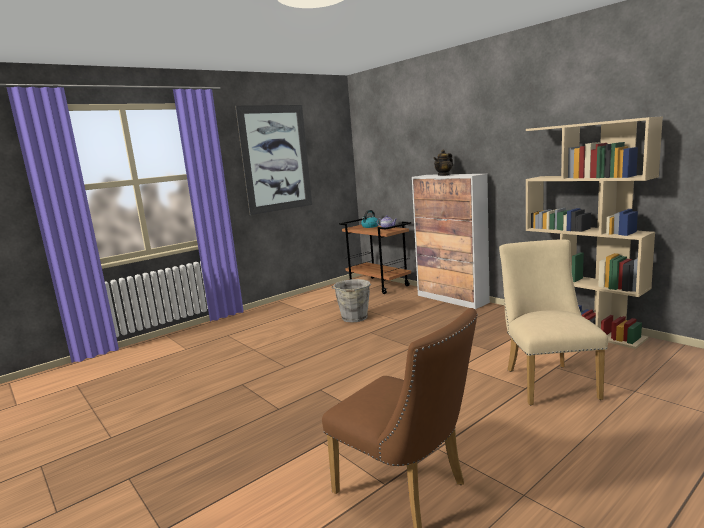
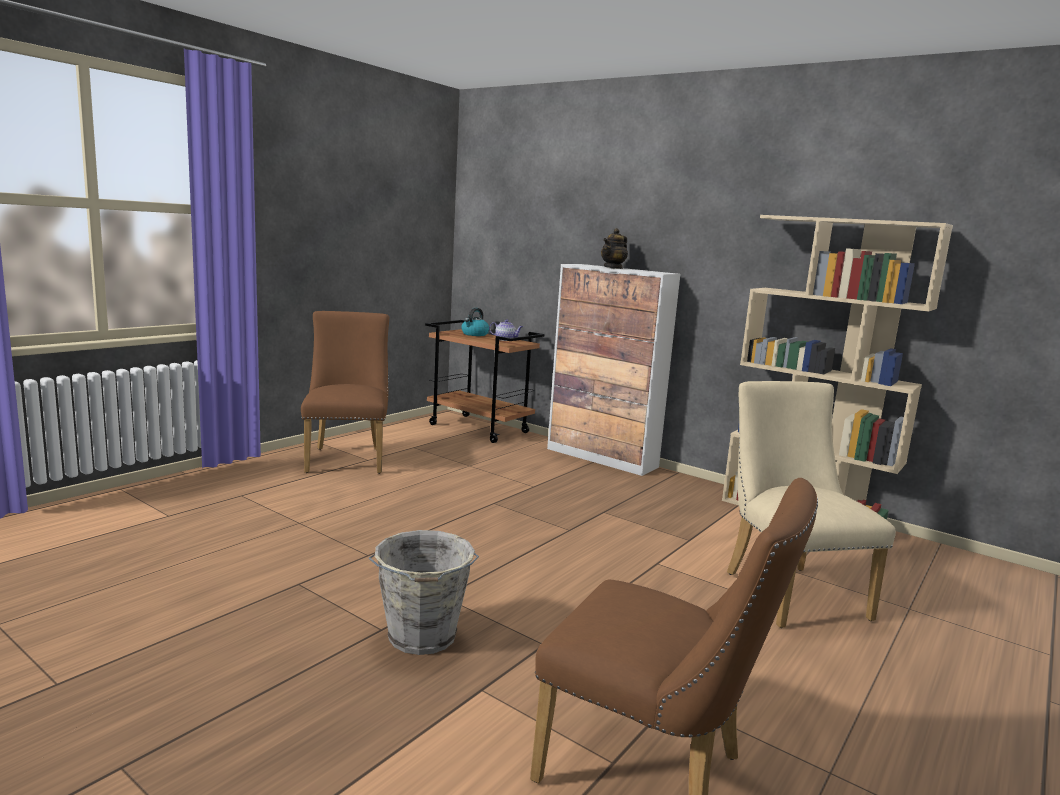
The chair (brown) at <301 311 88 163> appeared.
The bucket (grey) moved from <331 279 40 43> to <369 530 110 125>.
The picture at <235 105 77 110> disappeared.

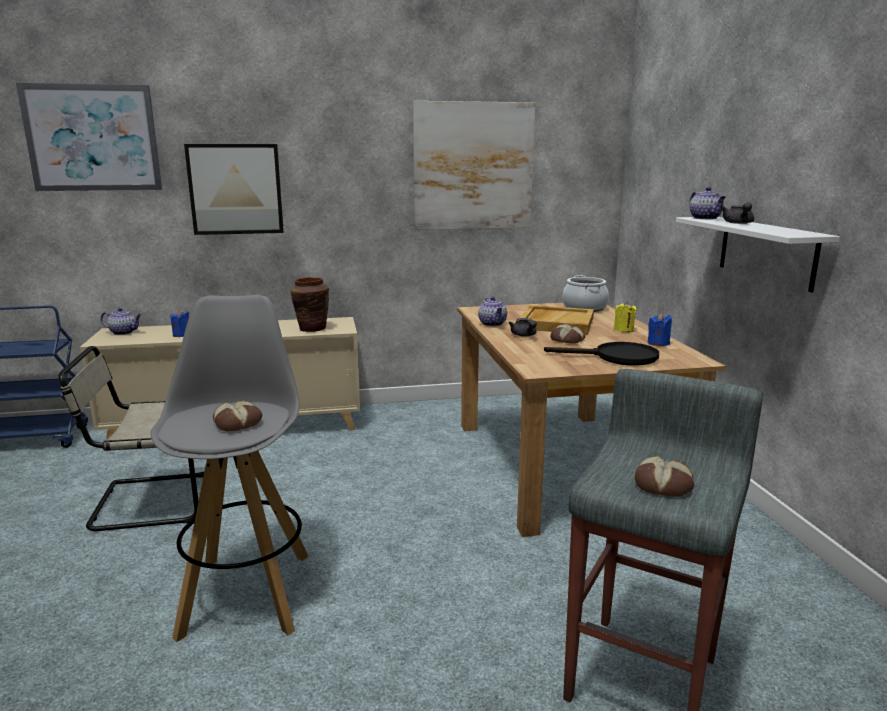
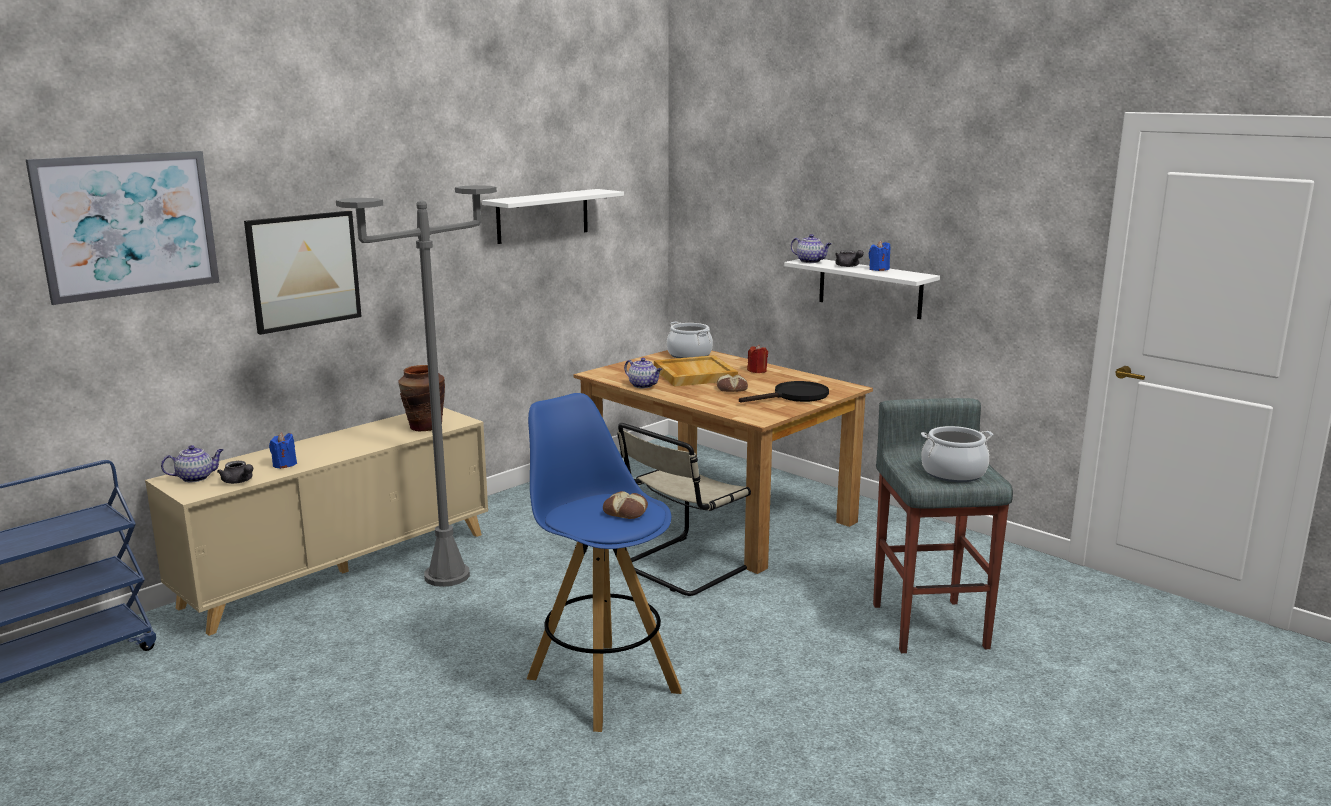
The teapot (grey) moved from <509 318 28 18> to <217 461 36 23>.
The floor lamp (grey) at <336 185 161 402> appeared.
The picture at <413 101 122 129> was replaced by the shelf (white) at <482 189 142 55>.
The stool (grey) at <151 295 158 348> became the stool (blue) at <526 393 156 339>.
The chair (beige) moved from <58 346 146 185> to <617 423 134 173>.
The candle (yellow) at <614 302 22 30> became the candle (red) at <747 345 21 28>.
The candle (blue) moved from <648 313 24 33> to <869 241 21 30>.
The bread at <635 456 59 41> was replaced by the cooking pot at <921 426 72 56>.

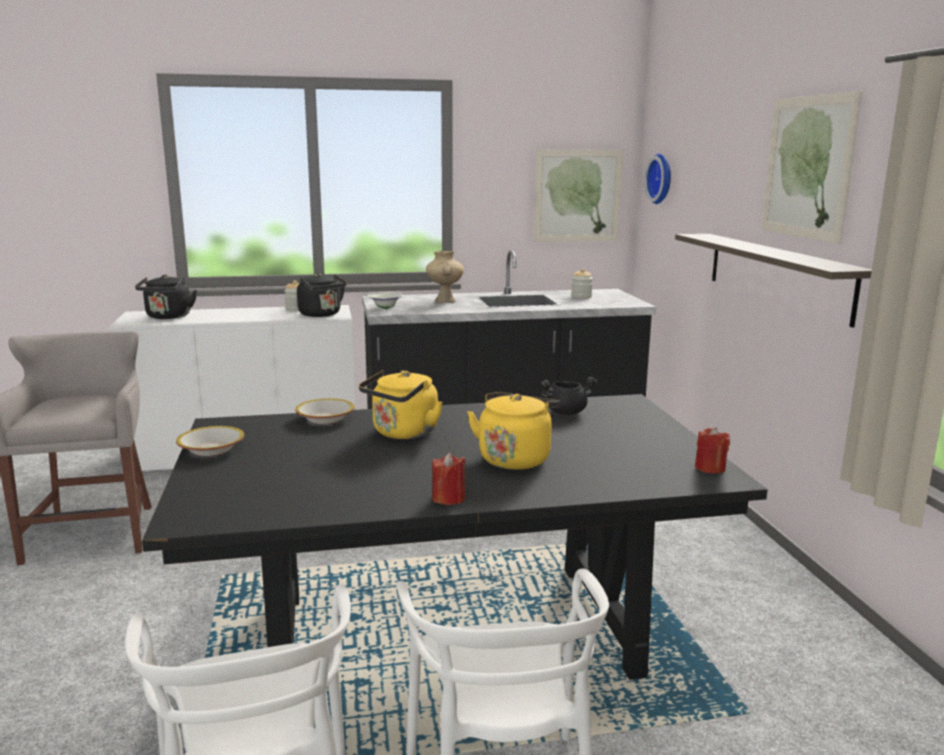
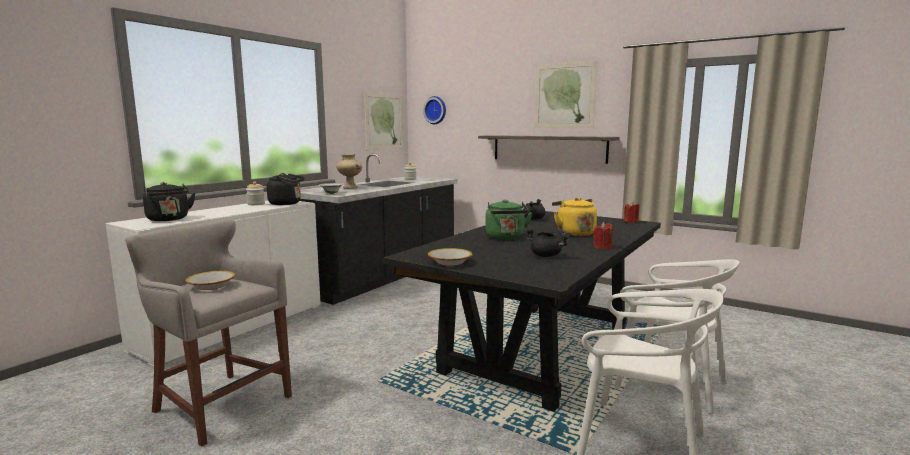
The bowl moved from <295 398 60 26> to <185 271 51 19>.
The kettle (yellow) at <359 370 84 69> became the kettle (green) at <485 199 48 40>.
The cooking pot (black) at <525 227 45 30> appeared.

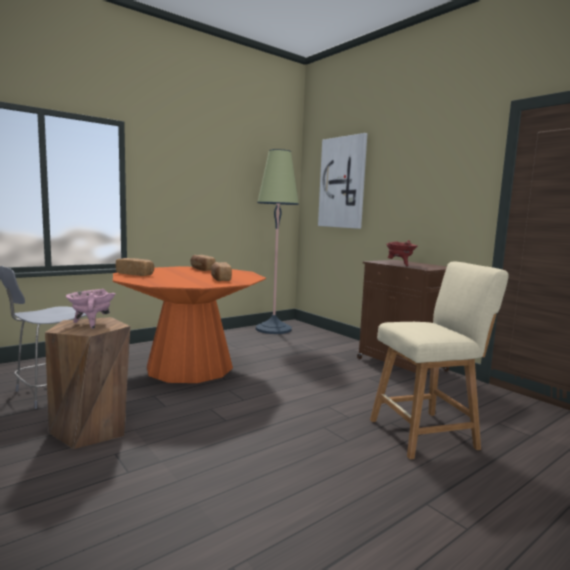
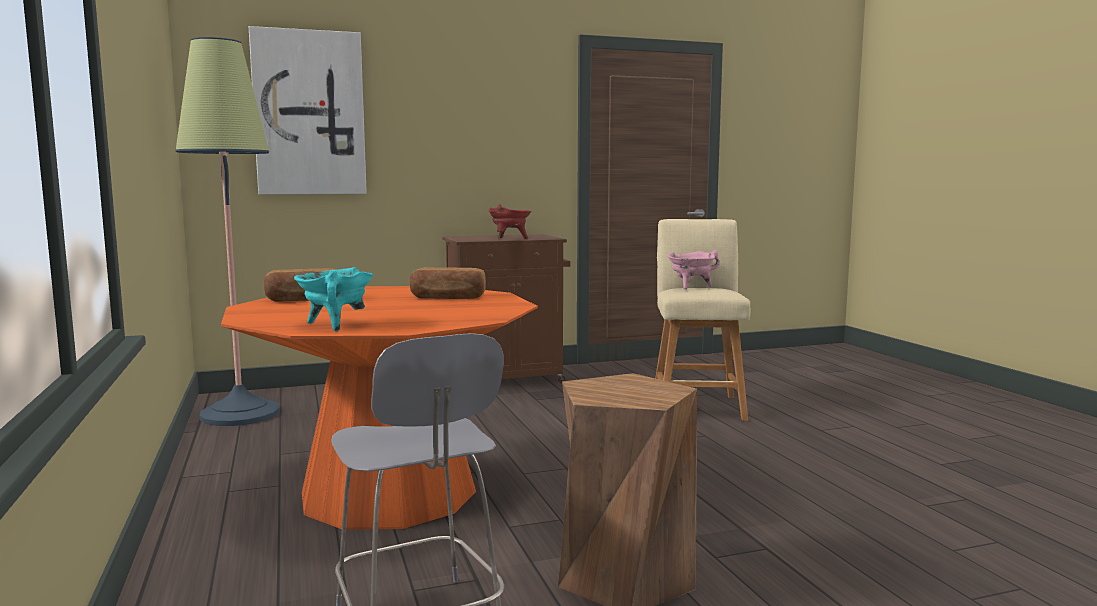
The bread at <116 258 38 18> was replaced by the cooking pot (turquoise) at <294 267 80 65>.
The cooking pot (pink) moved from <66 289 50 40> to <667 250 53 40>.

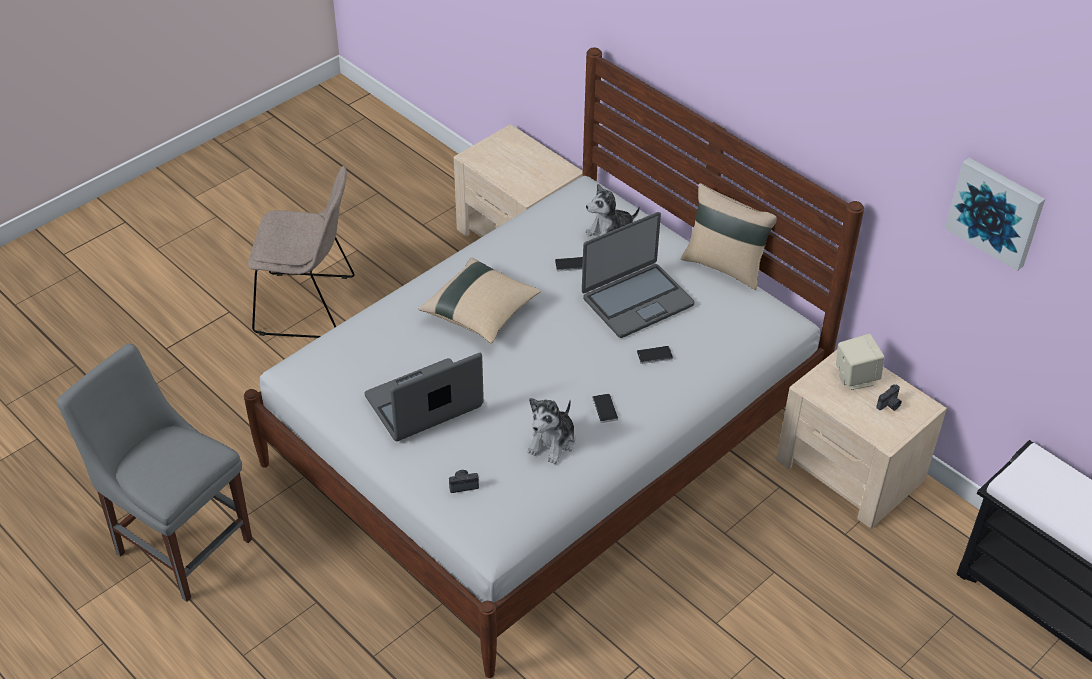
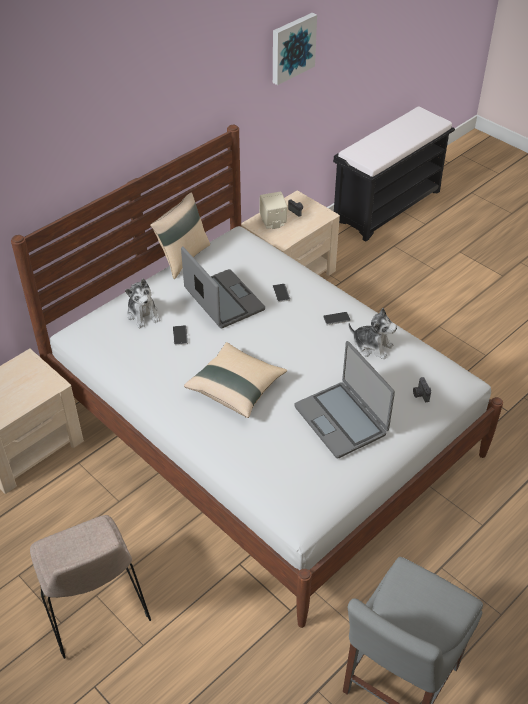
The chair (beige) at <248 166 107 172> turned 150 degrees clockwise.

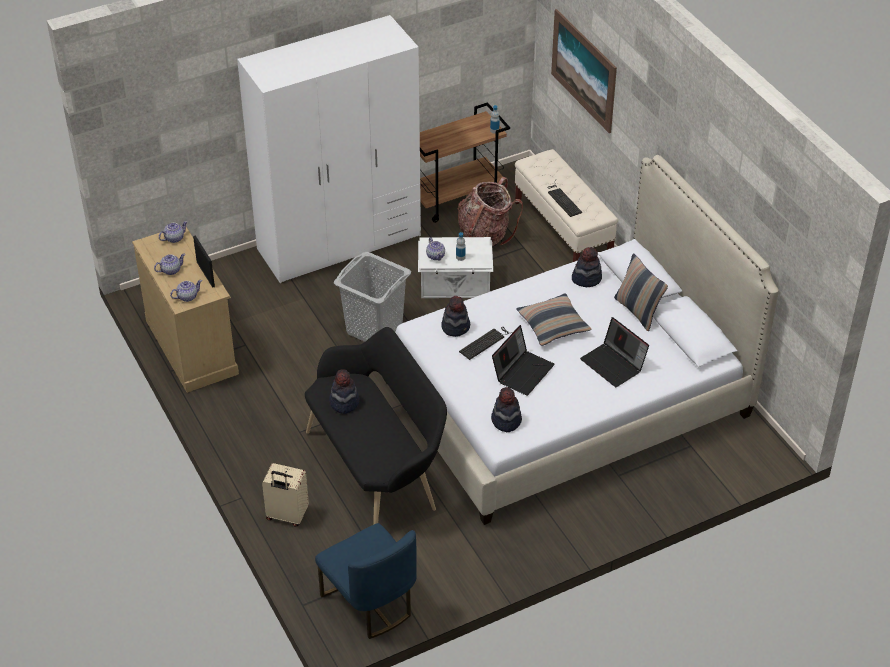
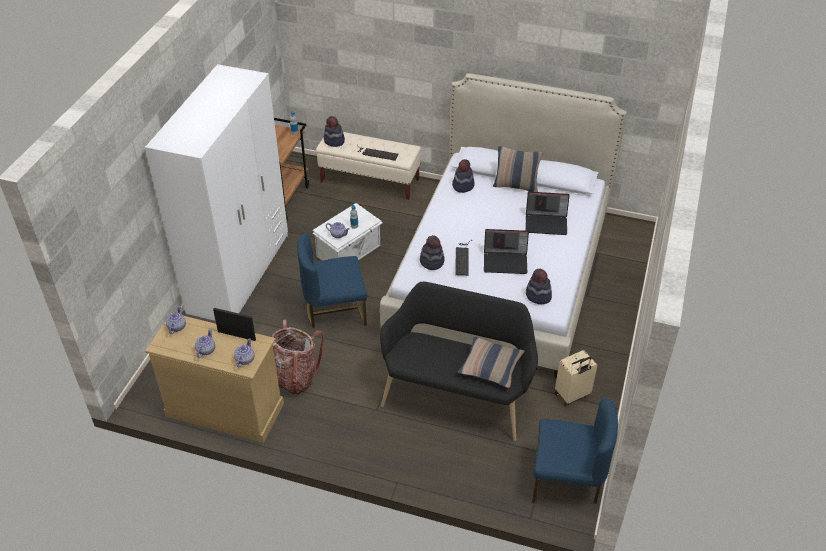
The backpack moved from <458 177 65 70> to <272 319 52 76>.
The laundry basket (grey) at <334 252 77 90> was replaced by the chair (blue) at <297 233 70 95>.
The hat moved from <329 369 31 45> to <324 116 21 31>.
The pillow moved from <516 293 75 53> to <457 336 67 52>.
The laptop at <492 325 63 71> turned 105 degrees clockwise.
The suitcase (beige) moved from <262 463 47 63> to <555 350 42 56>.
The picture at <551 9 66 124> disappeared.

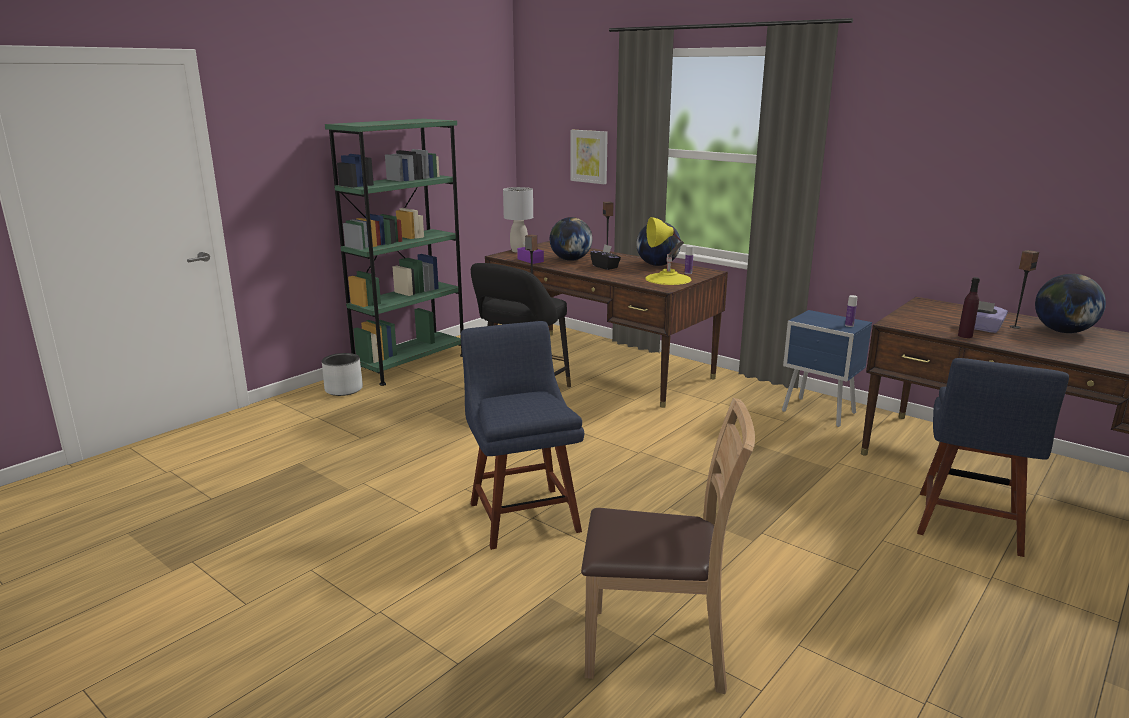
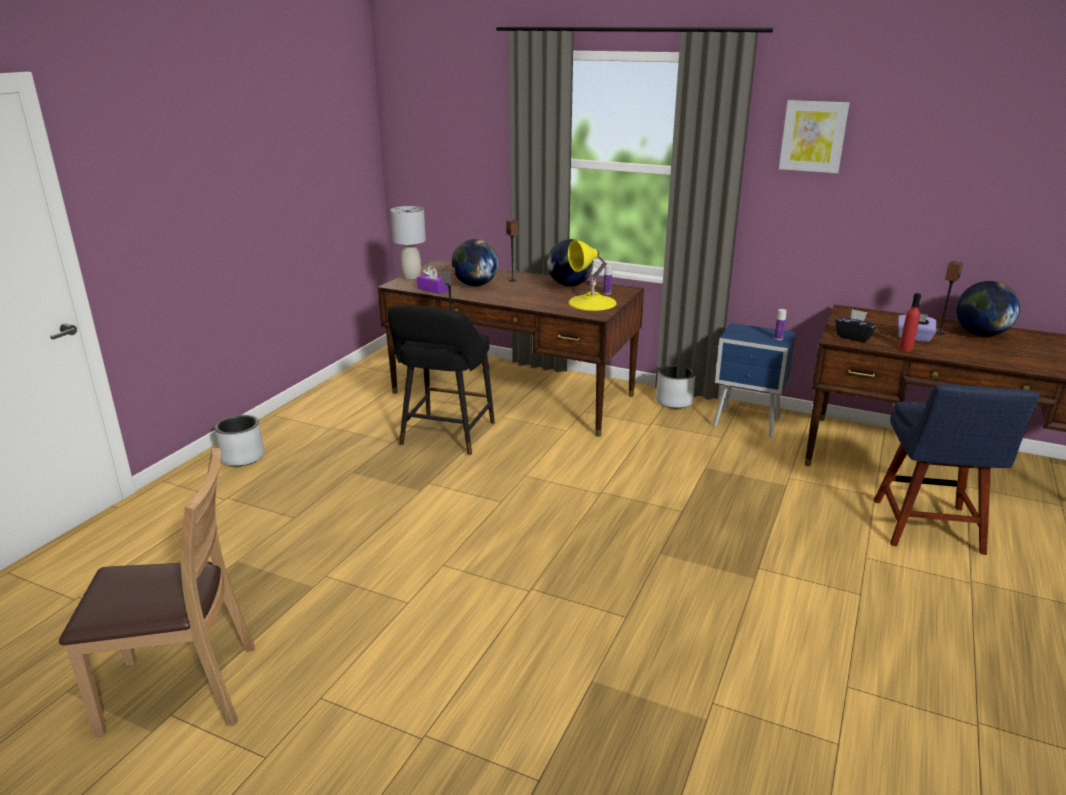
The chair (brown) moved from <581 398 174 296> to <59 448 196 289>.
The planter (grey) at <656 365 39 43> appeared.
The picture moved from <570 130 38 54> to <779 100 71 73>.
The tissue box (black) moved from <590 244 31 26> to <836 309 41 33>.
The bottle (purple) at <958 277 22 61> became the bottle (red) at <899 293 22 58>.
The bookcase (green) at <325 119 139 267> disappeared.
The chair (blue) at <461 321 123 229> disappeared.

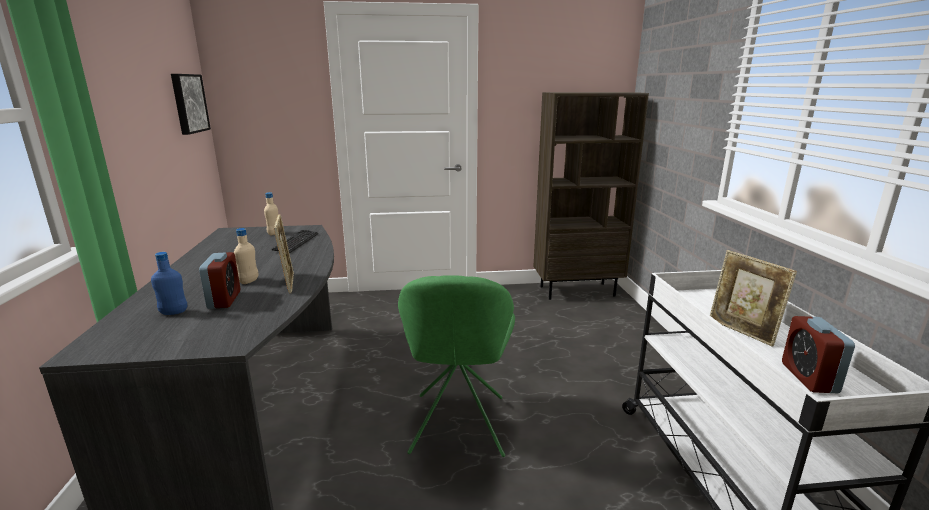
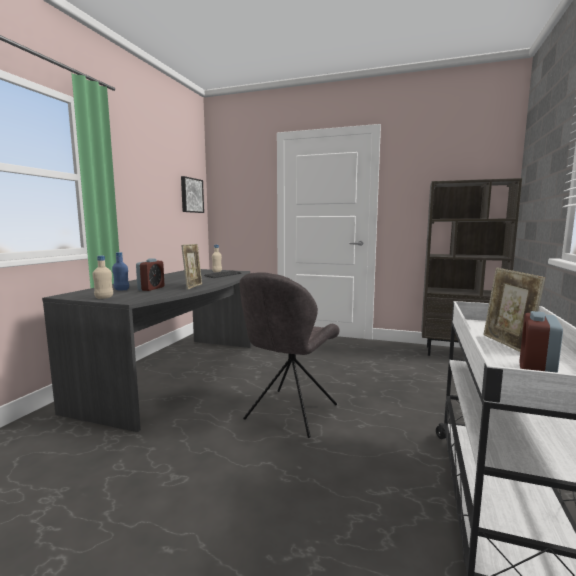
The bottle (beige) moved from <234 228 25 56> to <93 256 20 43>.
The chair (green) at <398 275 117 182> became the chair (grey) at <239 272 100 166>.

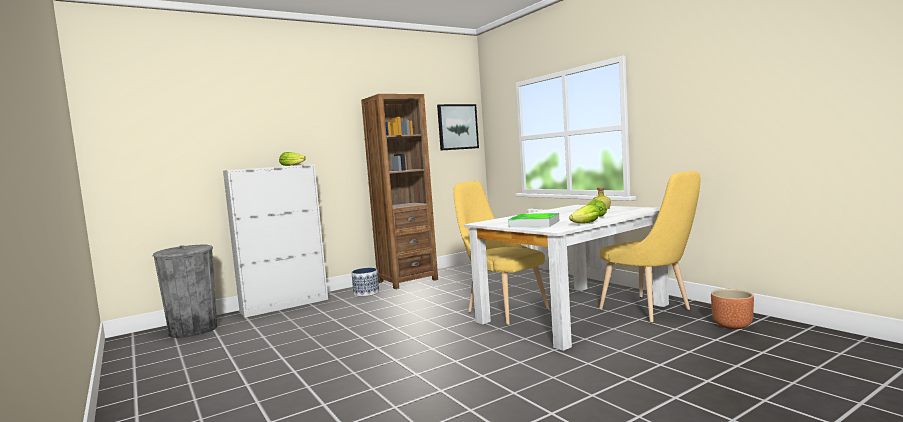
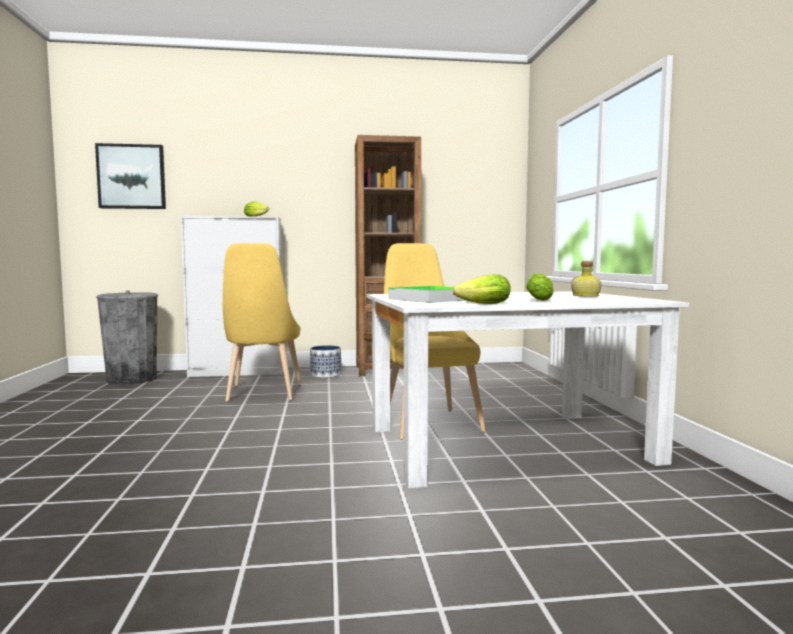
The picture moved from <437 104 42 46> to <95 143 71 66>.
The chair (yellow) moved from <599 171 101 152> to <223 243 79 159>.
The planter (brown) at <711 289 43 40> disappeared.

